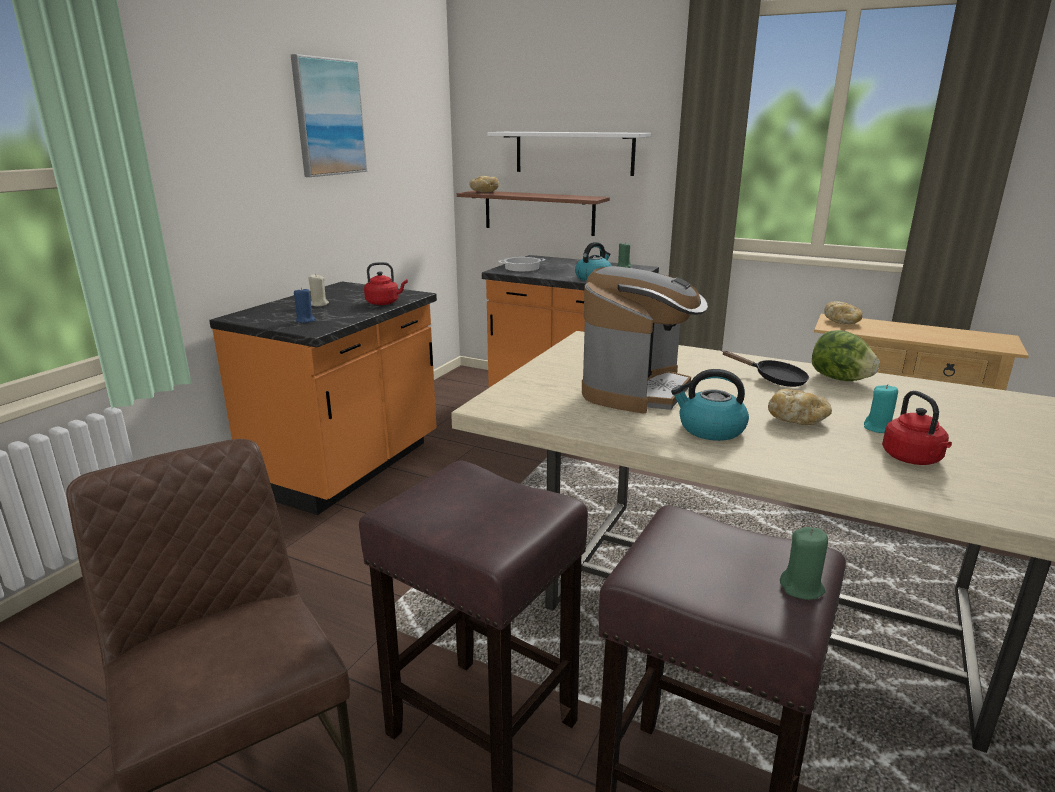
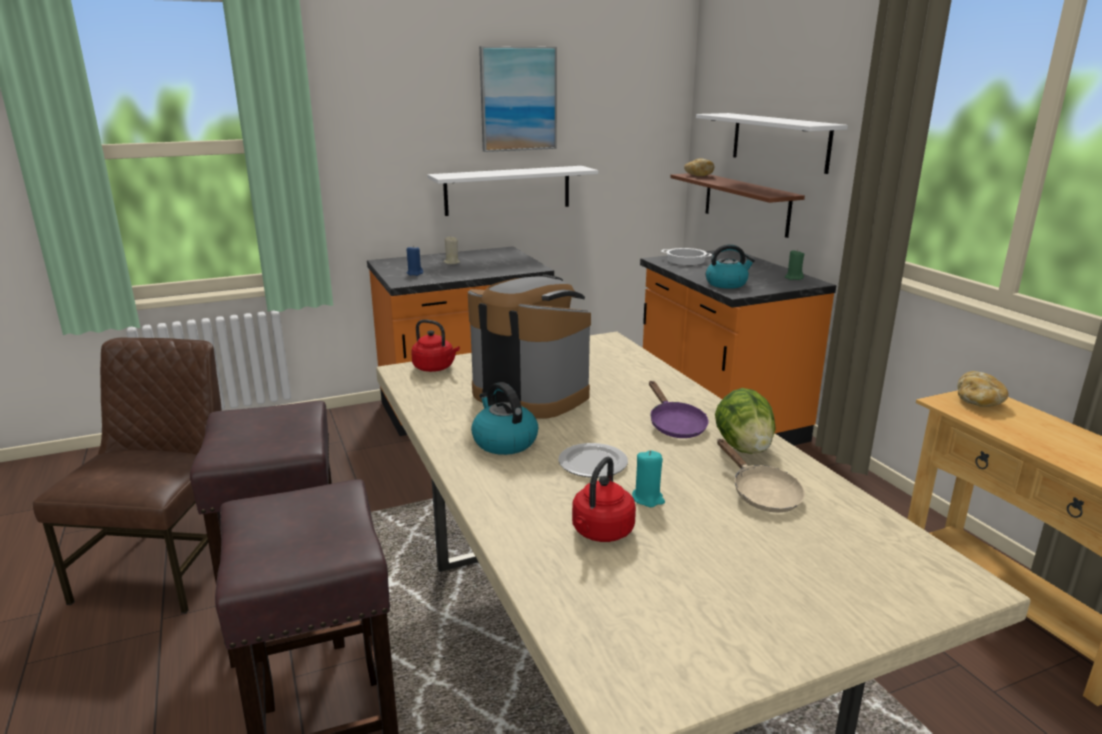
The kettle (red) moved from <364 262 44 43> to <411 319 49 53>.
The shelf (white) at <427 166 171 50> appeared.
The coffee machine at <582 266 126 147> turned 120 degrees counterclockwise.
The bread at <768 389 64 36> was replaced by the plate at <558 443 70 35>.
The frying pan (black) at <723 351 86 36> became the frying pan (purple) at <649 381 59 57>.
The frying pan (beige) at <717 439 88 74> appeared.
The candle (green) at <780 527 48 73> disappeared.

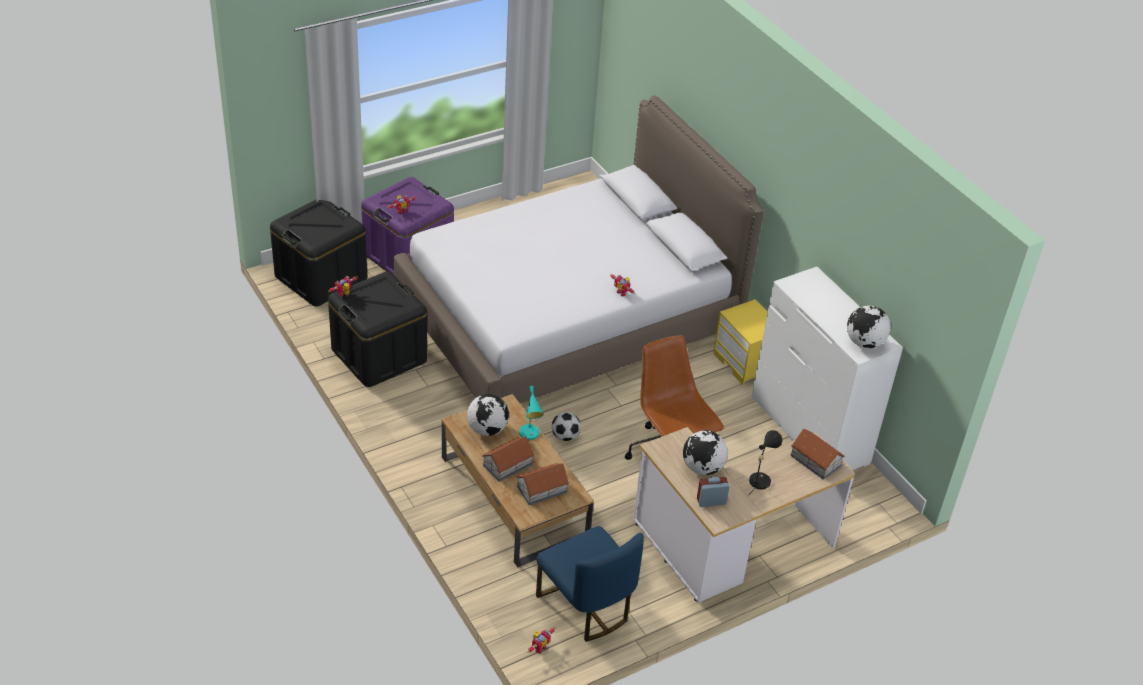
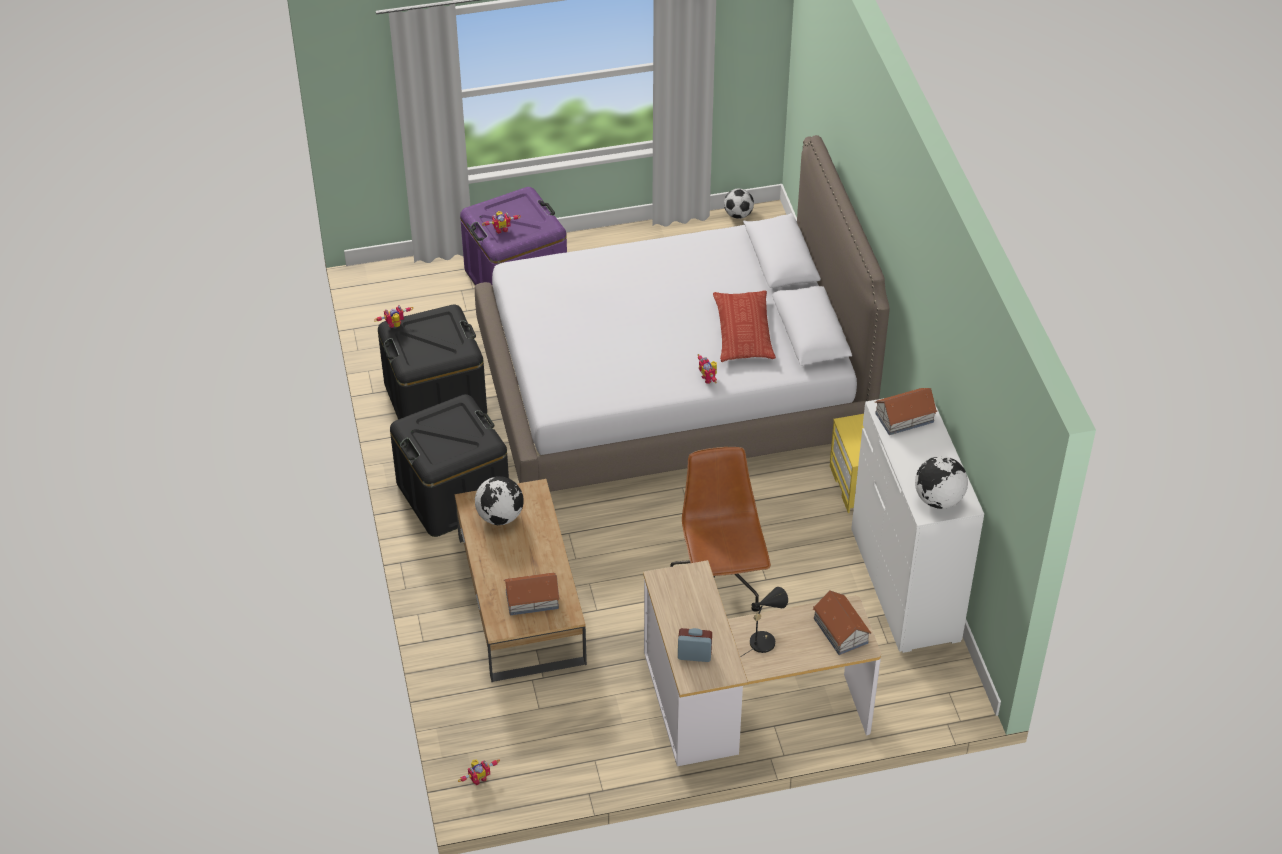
The storage box (black) moved from <270 200 97 106> to <390 394 119 143>.
The pillow at <713 290 63 72> appeared.
The football moved from <552 412 29 29> to <724 189 30 30>.
The toy house moved from <482 436 53 46> to <875 388 62 47>.
The table lamp (turquoise) at <519 386 25 54> disappeared.
The chair (blue) at <536 526 108 116> disappeared.
The globe at <683 430 45 45> disappeared.

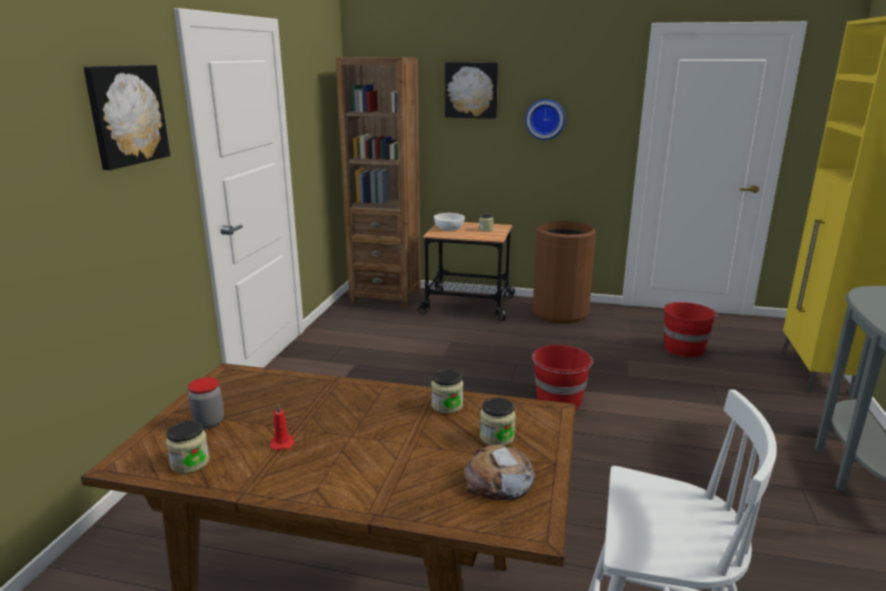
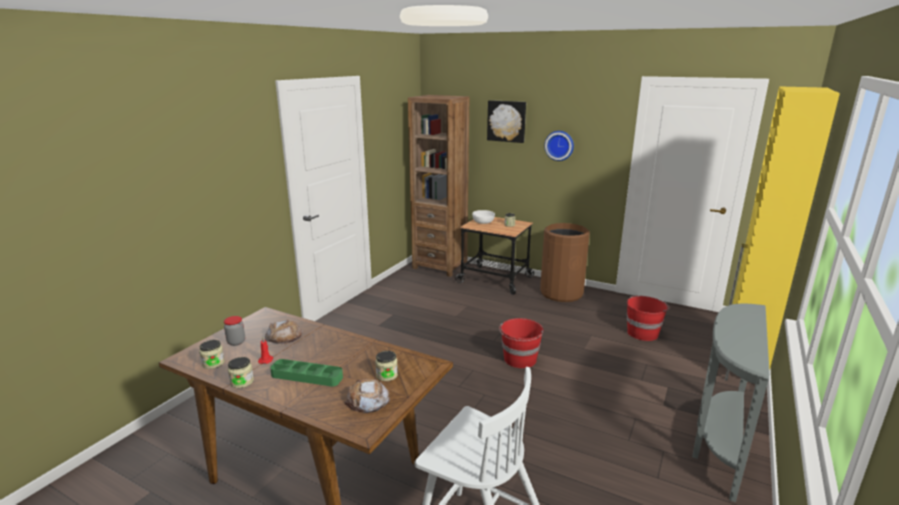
The jar moved from <431 369 32 45> to <228 357 26 31>.
The bread at <265 320 38 25> appeared.
The tray (green) at <270 359 73 28> appeared.
The picture at <83 65 87 105> disappeared.

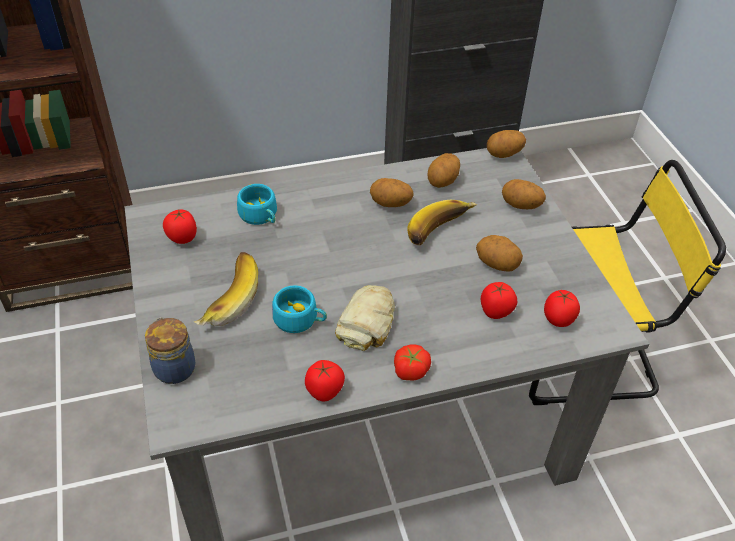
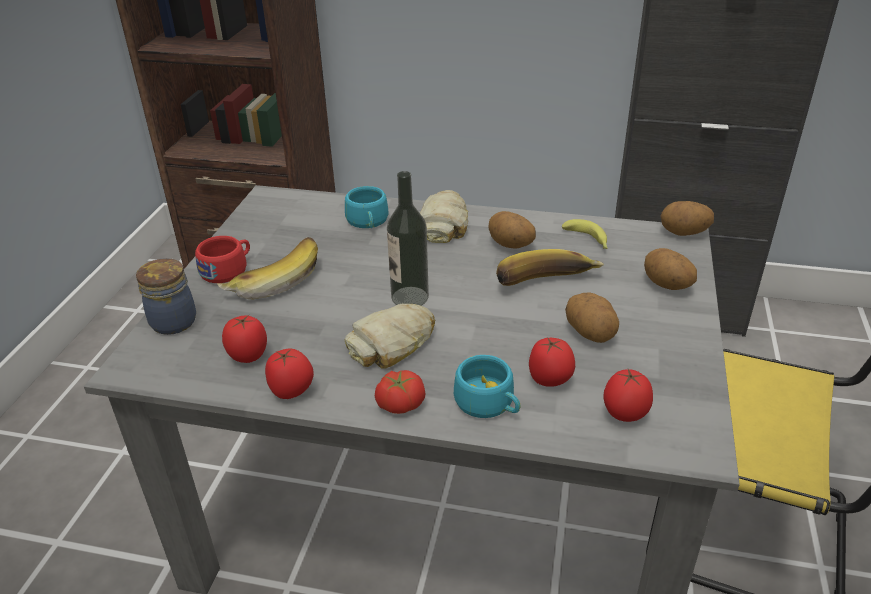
The cup (red) at <195 236 55 47> appeared.
The tomato moved from <163 210 34 34> to <222 315 45 48>.
The bottle at <387 171 42 135> appeared.
The bread at <420 190 48 53> appeared.
The cup (turquoise) moved from <272 285 55 48> to <454 355 66 63>.
The potato at <428 153 32 35> was replaced by the banana at <562 219 46 30>.

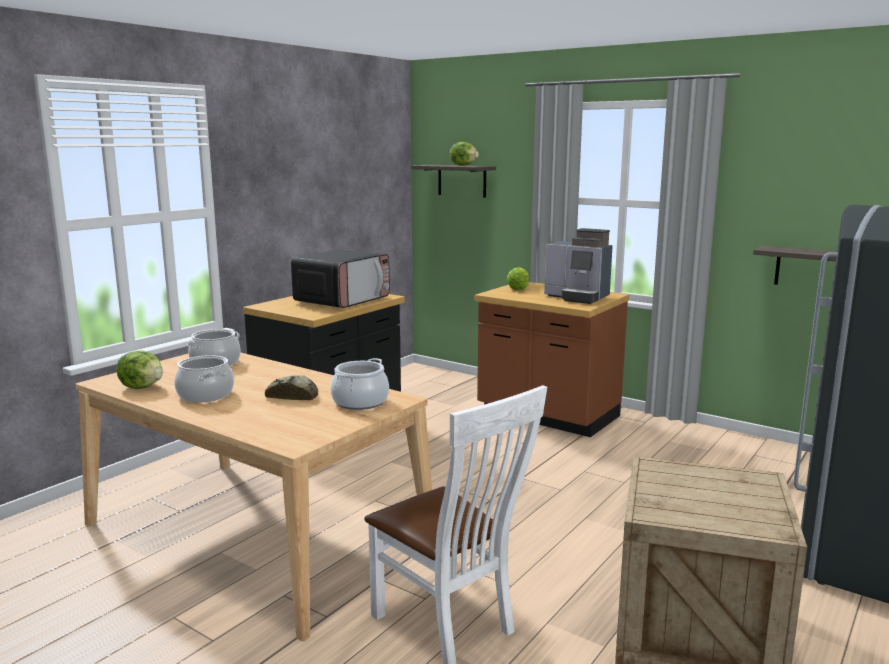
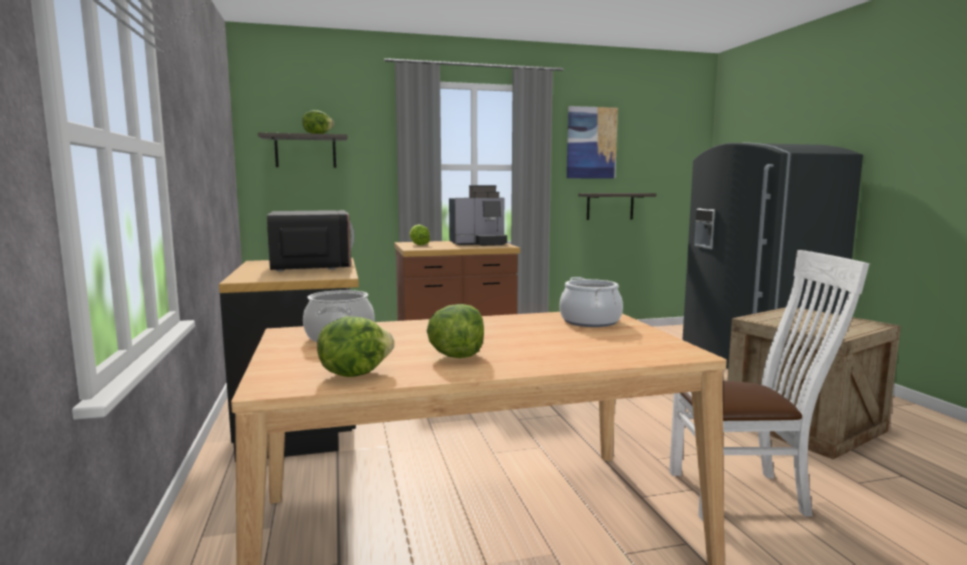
The cooking pot at <174 355 60 47> was replaced by the lettuce at <427 304 57 54>.
The picture at <567 106 51 73> appeared.
The bread at <265 376 53 24> disappeared.

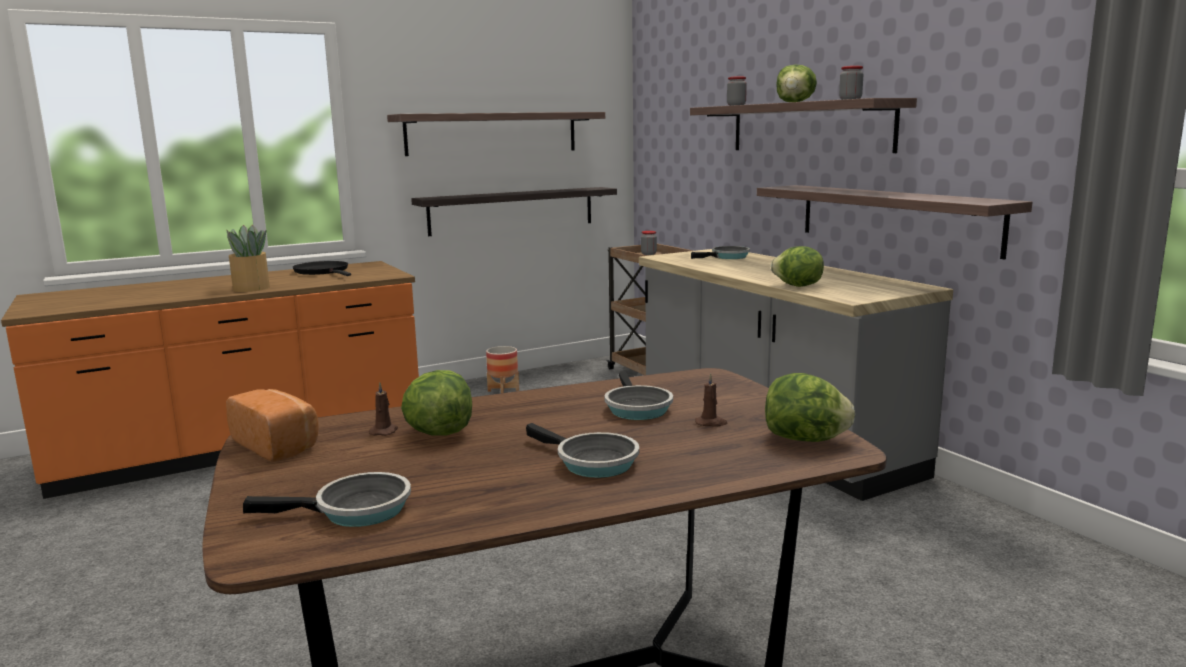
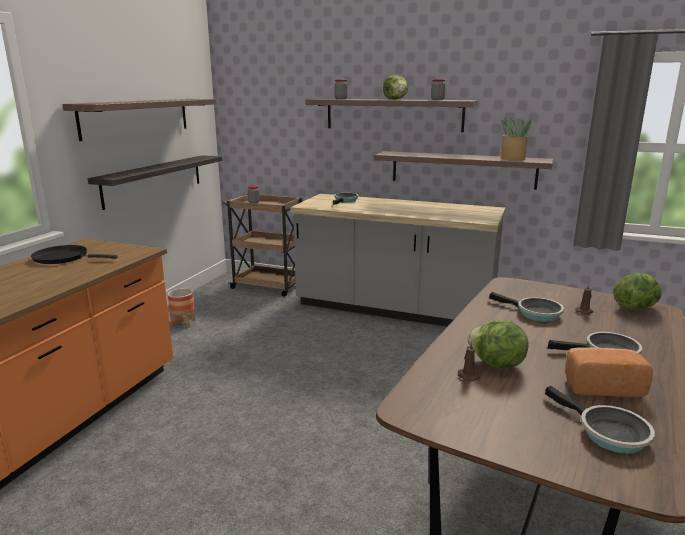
The potted plant moved from <226 225 44 67> to <501 117 33 44>.
The frying pan at <243 472 168 55> turned 105 degrees clockwise.
The bread moved from <226 389 93 73> to <565 347 88 50>.
The lettuce at <771 246 53 41> disappeared.

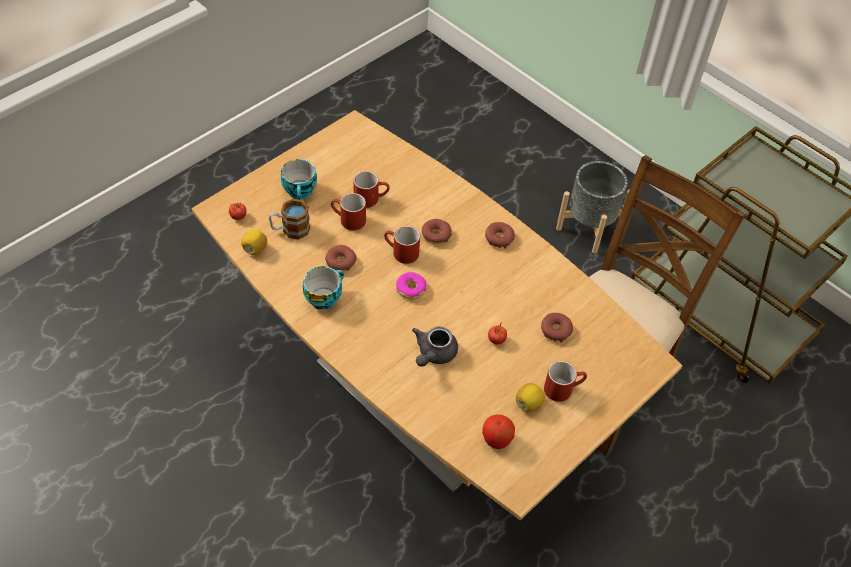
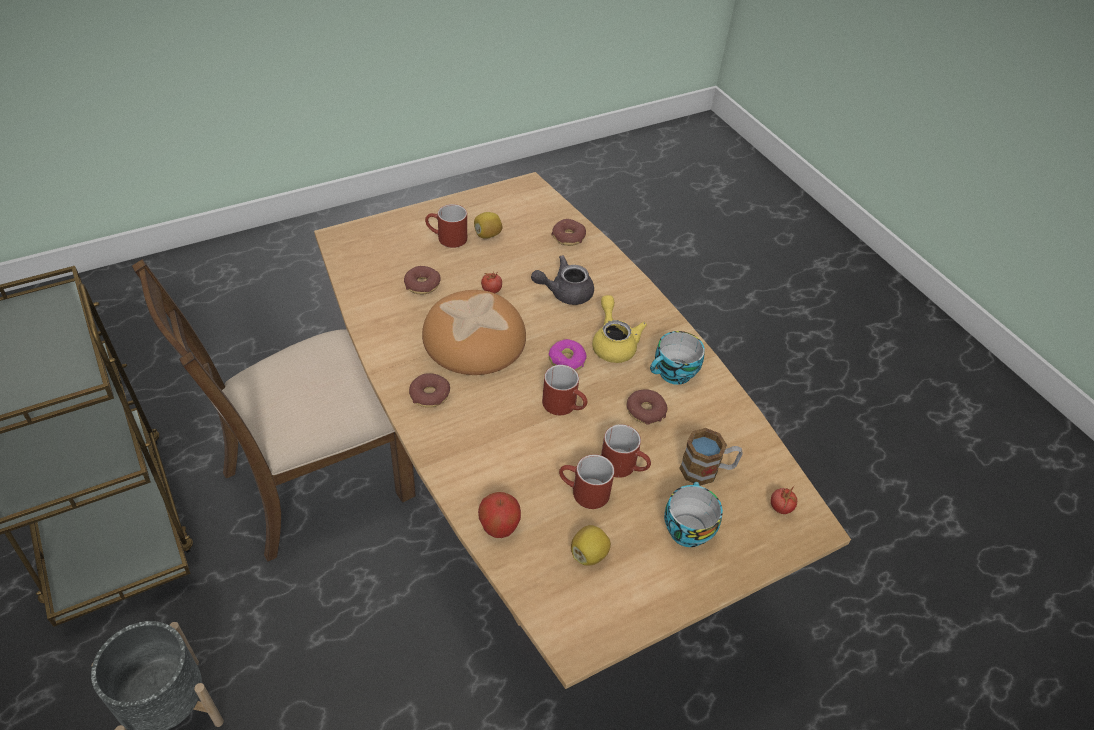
The bread at <422 290 104 85> appeared.
The apple moved from <482 414 33 35> to <478 492 43 46>.
The teapot (grey) at <412 326 46 41> turned 150 degrees counterclockwise.
The donut moved from <422 219 30 25> to <551 219 35 27>.
The lemon moved from <241 230 26 25> to <571 525 40 41>.
The teapot (yellow) at <592 295 55 68> appeared.

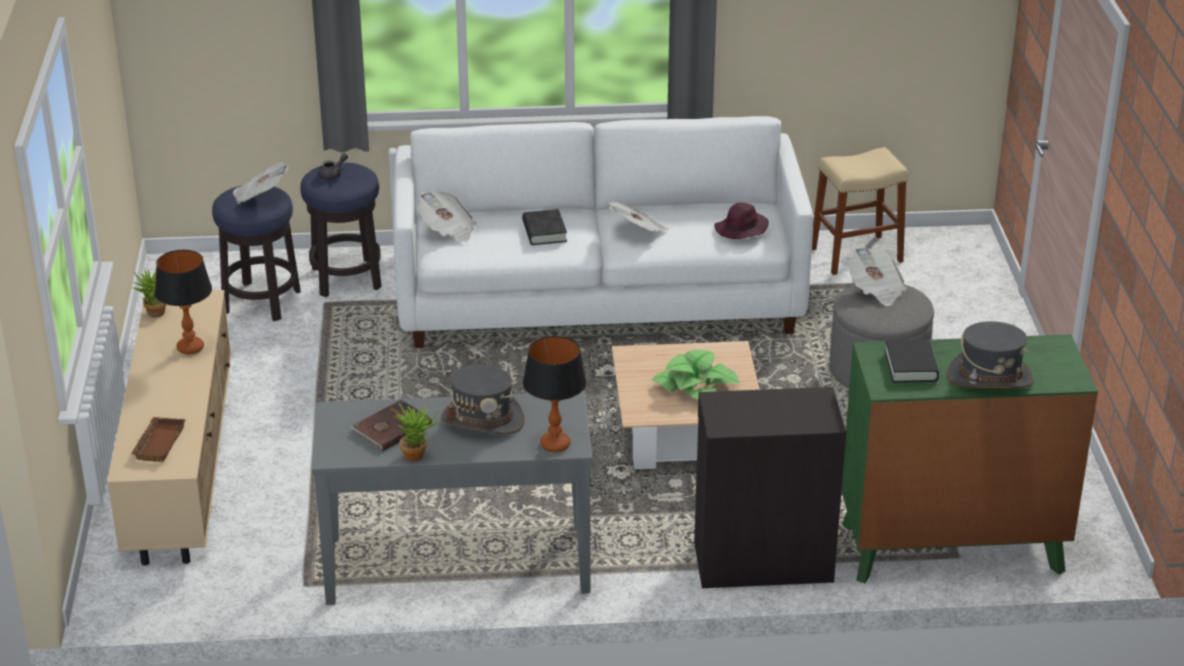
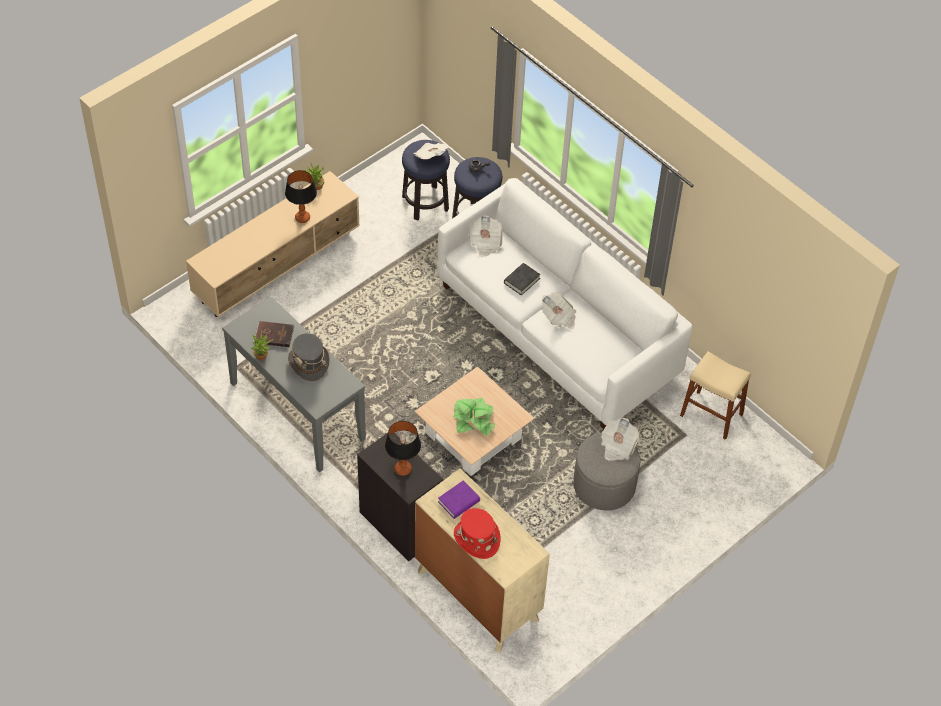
The table lamp moved from <523 336 63 116> to <385 421 36 55>.
The dresser (green) at <842 334 256 249> became the dresser (beige) at <415 469 135 183>.
The book (black) at <885 339 54 44> became the book (purple) at <438 480 42 39>.
The hat (grey) at <947 321 87 67> became the hat (red) at <454 508 46 51>.
The tray (brown) at <131 417 55 45> disappeared.
The hat (purple) at <714 202 55 37> disappeared.

